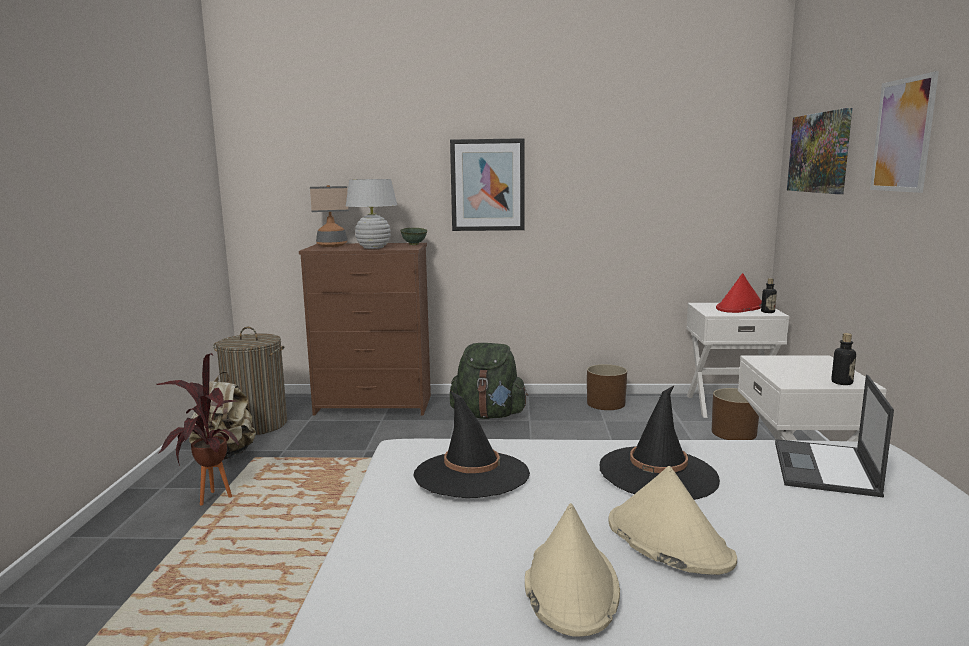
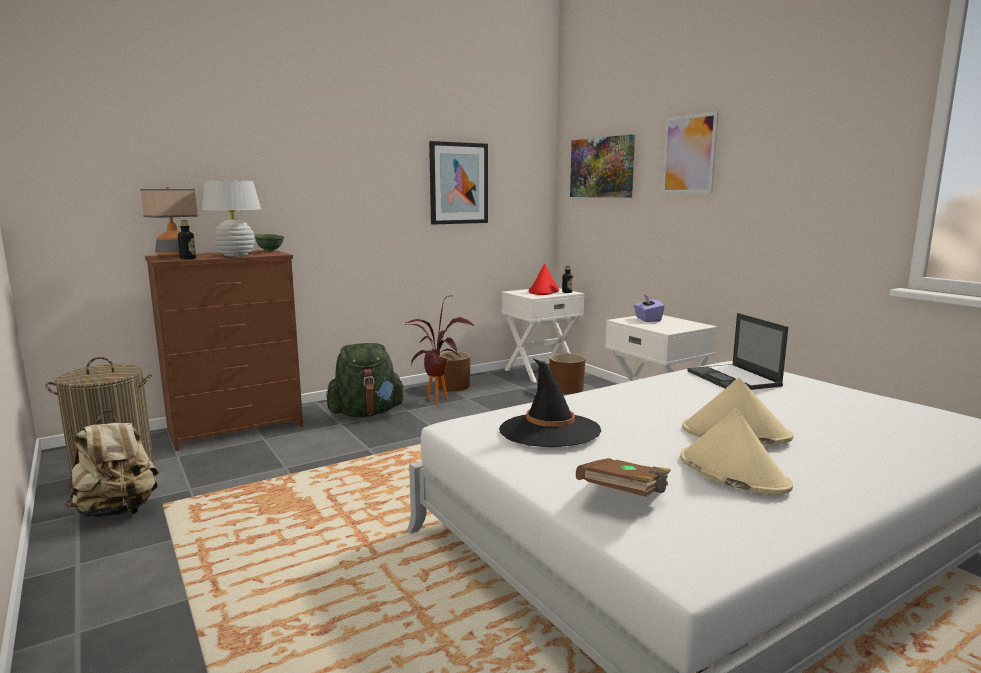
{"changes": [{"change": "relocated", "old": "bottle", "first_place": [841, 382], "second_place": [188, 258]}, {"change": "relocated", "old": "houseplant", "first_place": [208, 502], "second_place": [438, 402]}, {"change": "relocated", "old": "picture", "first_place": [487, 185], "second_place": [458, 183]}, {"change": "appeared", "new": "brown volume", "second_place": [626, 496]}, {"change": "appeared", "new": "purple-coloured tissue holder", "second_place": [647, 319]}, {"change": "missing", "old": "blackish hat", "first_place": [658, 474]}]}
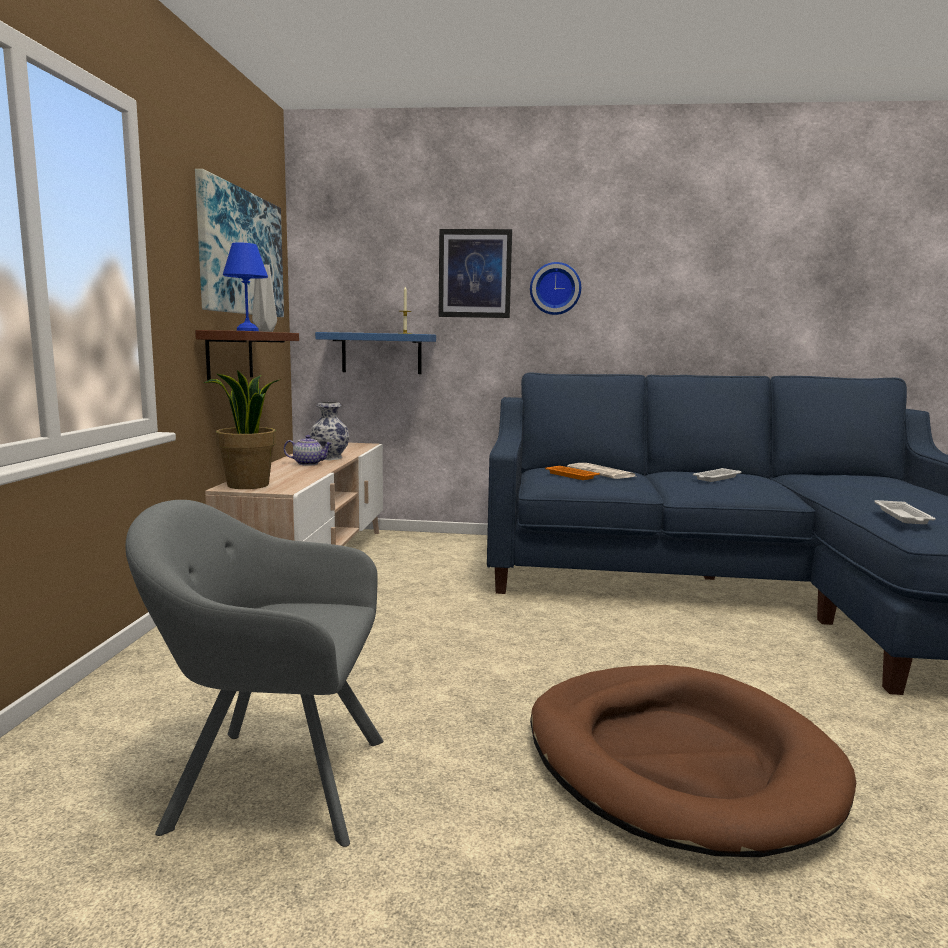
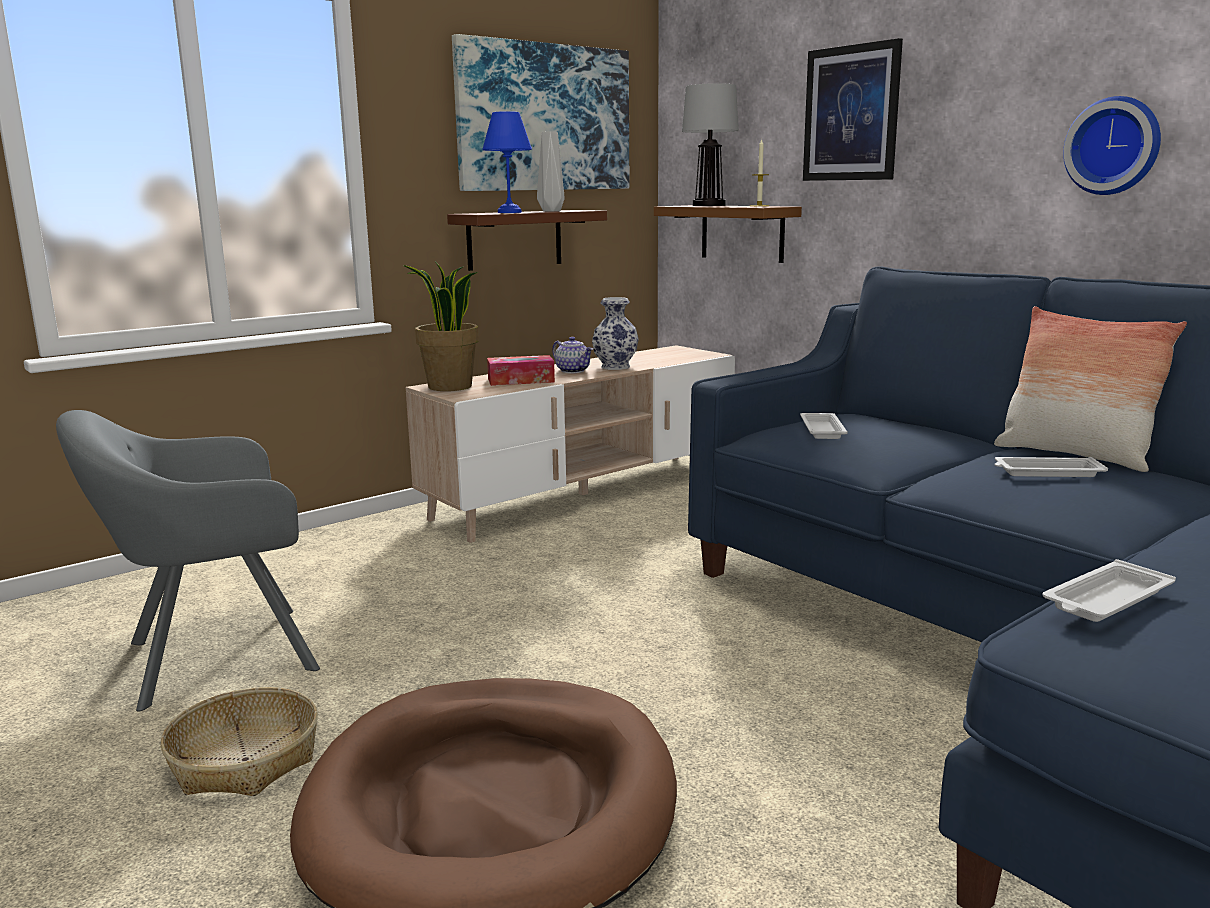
{"changes": [{"change": "spun", "old": "grey easy chair", "first_place": [269, 781], "second_place": [211, 658], "degrees": -75}, {"change": "appeared", "new": "household basket", "second_place": [246, 760]}, {"change": "appeared", "new": "tissue holder", "second_place": [521, 380]}, {"change": "colour", "old": "bluish bracket shelf", "new": "brown bracket shelf", "first_place": [381, 353], "second_place": [742, 233]}, {"change": "appeared", "new": "tabletop lamp", "second_place": [708, 205]}, {"change": "colour", "old": "orange-coloured serving tray", "new": "whitish serving tray", "first_place": [570, 475], "second_place": [822, 430]}, {"change": "appeared", "new": "pillow", "second_place": [1074, 456]}, {"change": "relocated", "old": "wall clock", "first_place": [555, 289], "second_place": [1114, 146]}, {"change": "missing", "old": "printed paper", "first_place": [602, 472]}]}
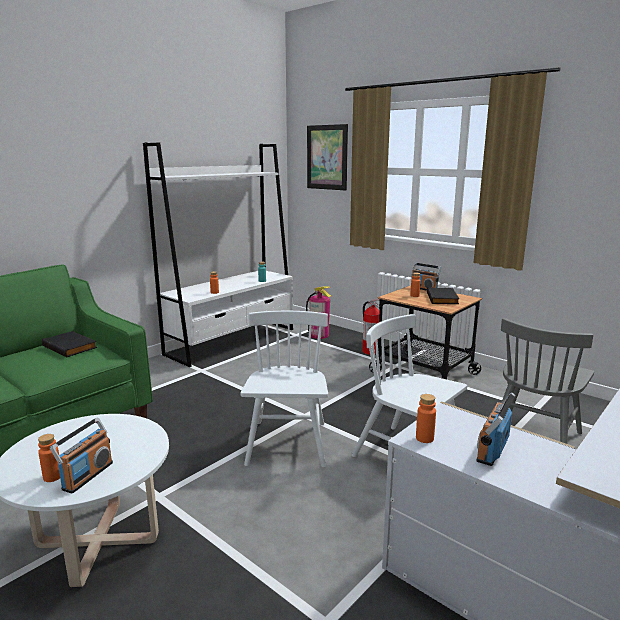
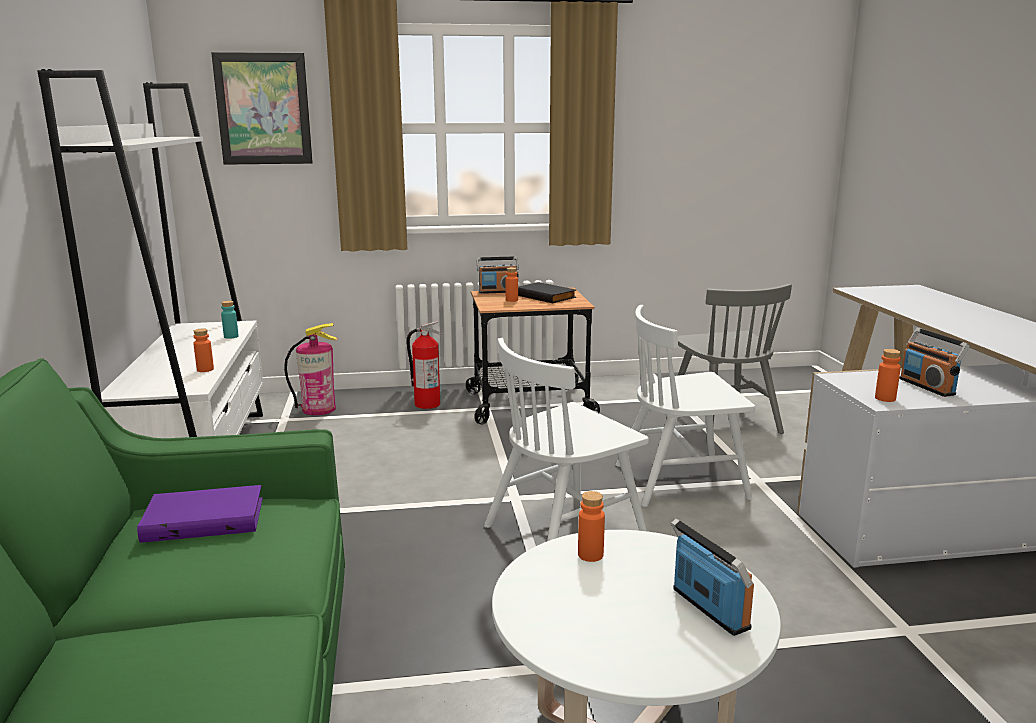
{"changes": [{"change": "colour", "old": "blackish volume", "new": "purple-coloured volume", "first_place": [71, 347], "second_place": [205, 518]}, {"change": "spun", "old": "whitish upright chair", "first_place": [287, 443], "second_place": [565, 531], "degrees": -75}, {"change": "relocated", "old": "orange-coloured bottle", "first_place": [52, 477], "second_place": [590, 555]}]}
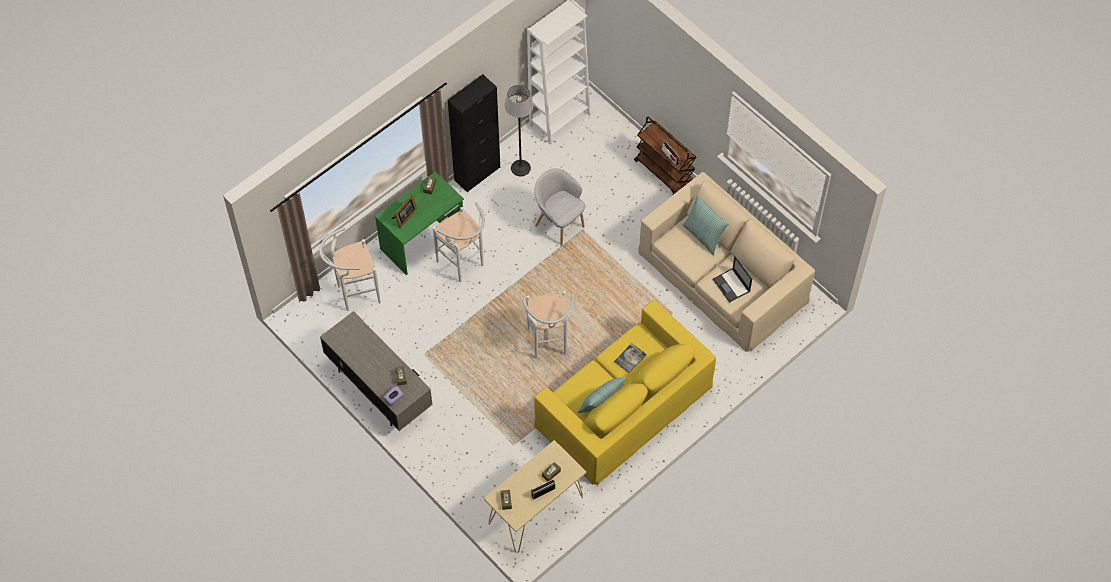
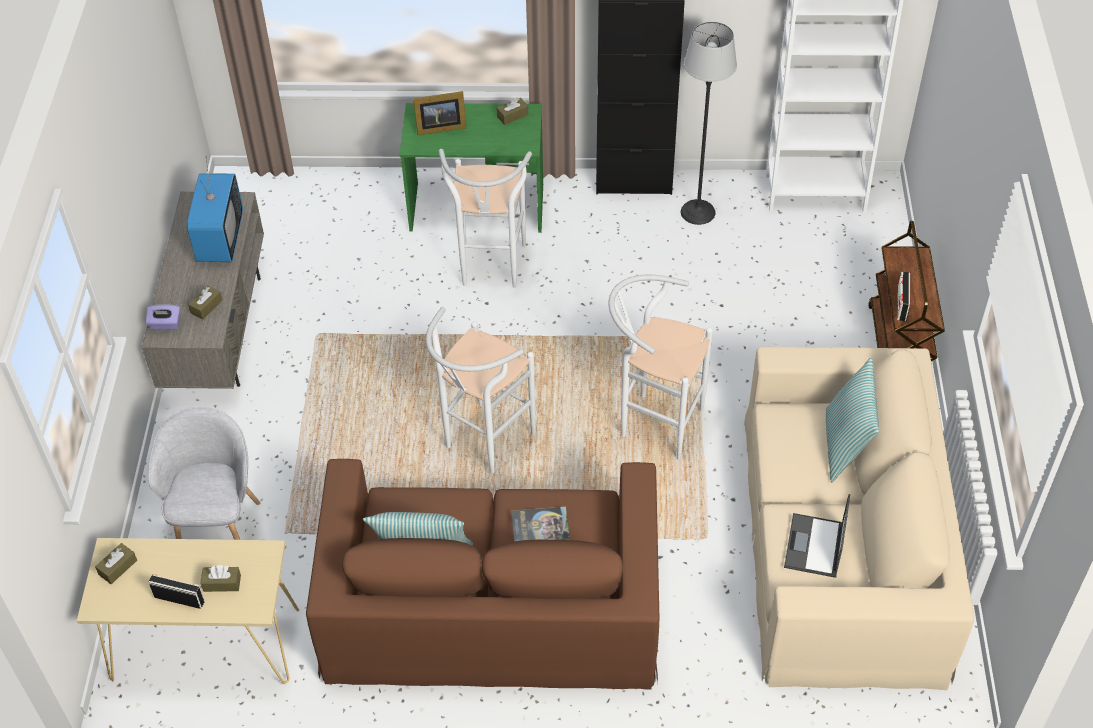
{"changes": [{"change": "relocated", "old": "grey easy chair", "first_place": [559, 224], "second_place": [219, 528]}, {"change": "appeared", "new": "TV set", "second_place": [220, 239]}, {"change": "colour", "old": "yellow settee", "new": "brown settee", "first_place": [623, 405], "second_place": [491, 605]}, {"change": "relocated", "old": "whitish stool seat", "first_place": [354, 294], "second_place": [653, 422]}]}
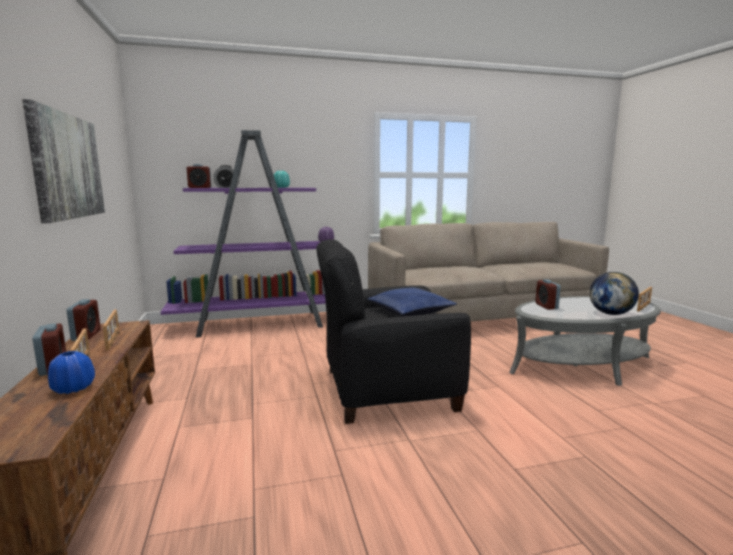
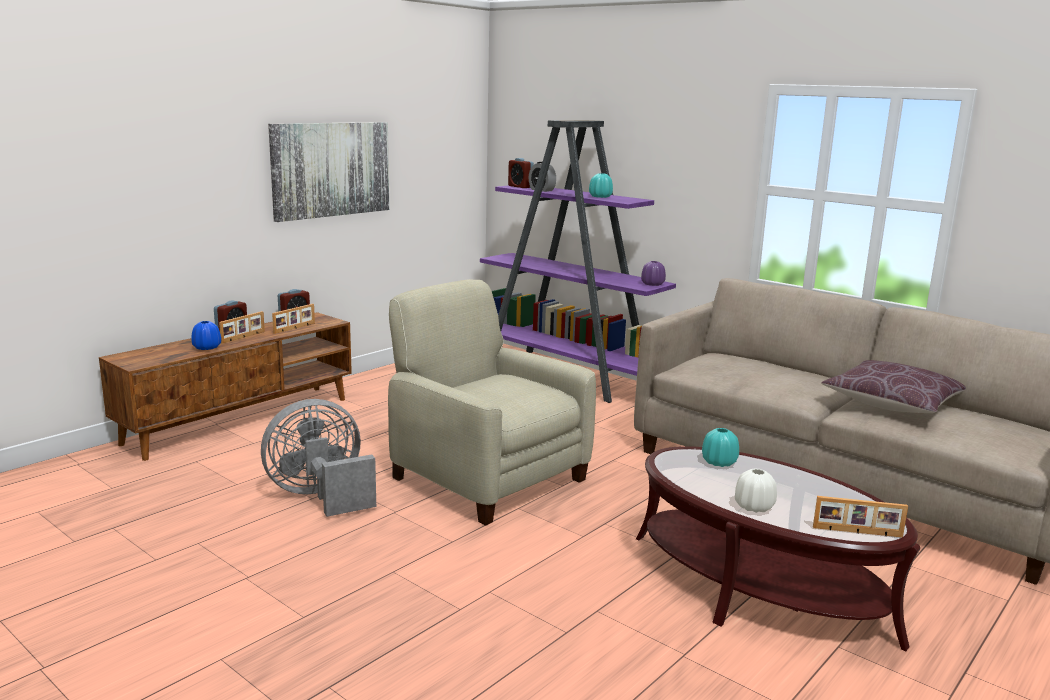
{"changes": [{"change": "appeared", "new": "grey cooling fan", "second_place": [320, 496]}, {"change": "colour", "old": "blackish easy chair", "new": "beige easy chair", "first_place": [387, 389], "second_place": [487, 478]}, {"change": "colour", "old": "grey coffee table", "new": "brown coffee table", "first_place": [581, 364], "second_place": [758, 587]}, {"change": "exchanged", "old": "table clock", "new": "blue-green decorative vase", "first_place": [546, 306], "second_place": [719, 462]}, {"change": "exchanged", "old": "desk globe", "new": "whitish decorative vase", "first_place": [610, 314], "second_place": [754, 507]}, {"change": "appeared", "new": "brown pillow", "second_place": [893, 403]}, {"change": "missing", "old": "bluish pillow", "first_place": [410, 311]}]}
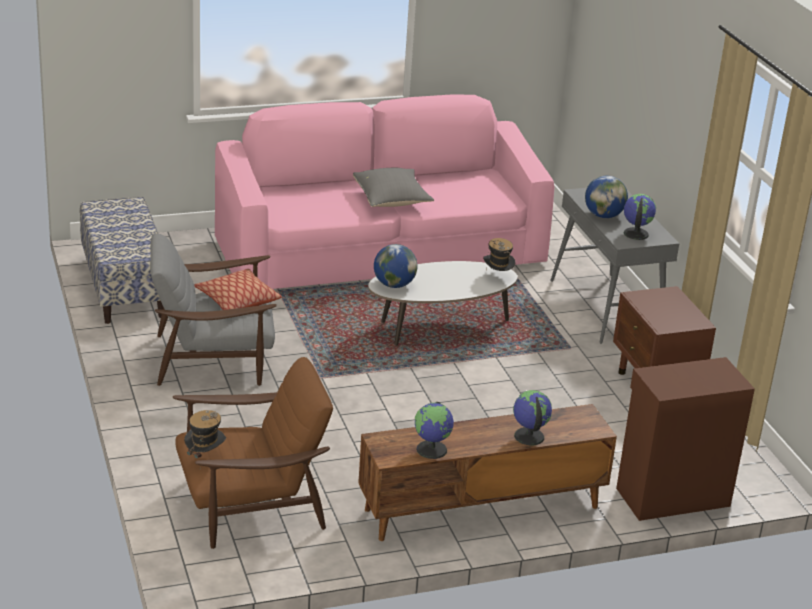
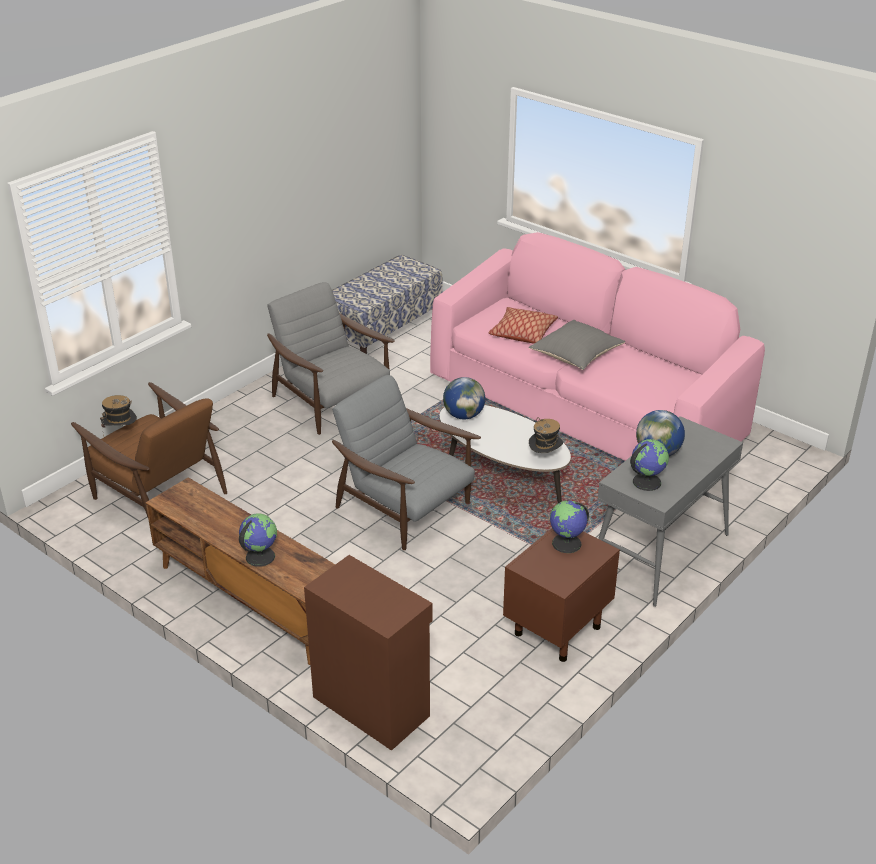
{"changes": [{"change": "appeared", "new": "grey easy chair", "second_place": [405, 508]}, {"change": "relocated", "old": "pillow", "first_place": [237, 300], "second_place": [522, 333]}, {"change": "relocated", "old": "desk globe", "first_place": [432, 449], "second_place": [567, 544]}]}
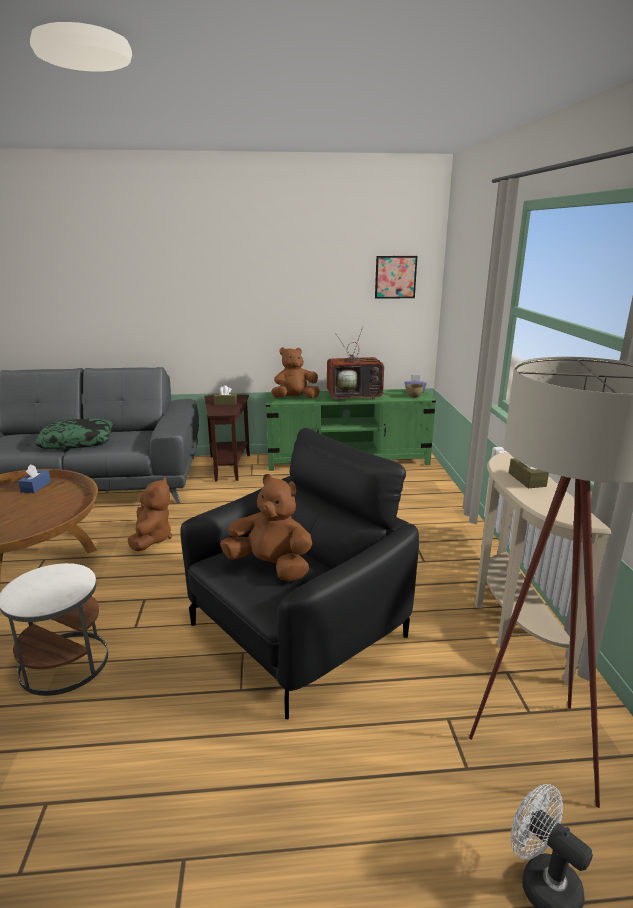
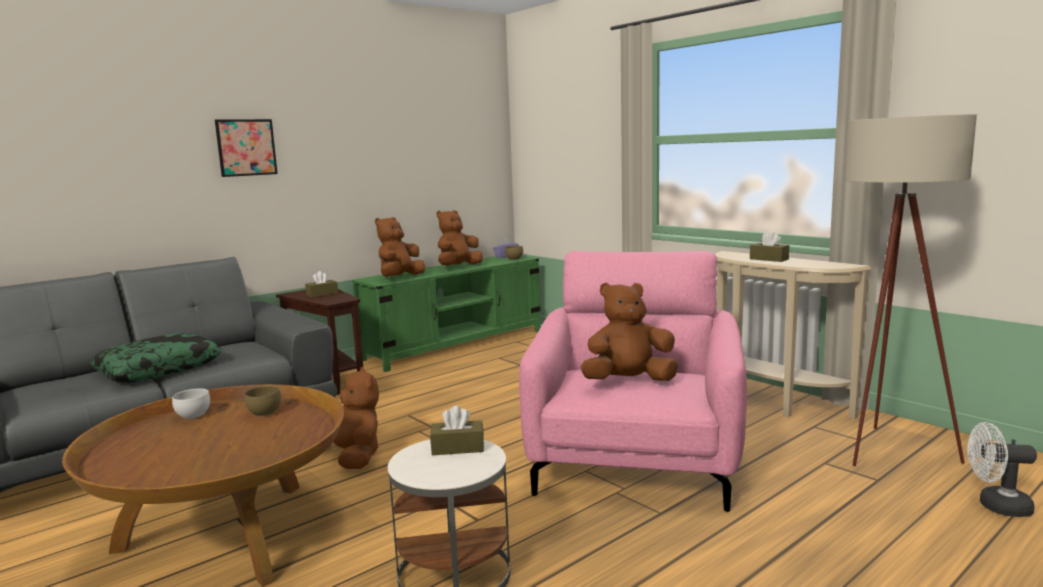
{"changes": [{"change": "exchanged", "old": "bluish tissue holder", "new": "whitish deep dish", "first_place": [36, 486], "second_place": [194, 416]}, {"change": "relocated", "old": "picture", "first_place": [395, 277], "second_place": [246, 147]}, {"change": "appeared", "new": "brown deep dish", "second_place": [265, 412]}, {"change": "appeared", "new": "brown tissue holder", "second_place": [457, 448]}, {"change": "exchanged", "old": "TV set", "new": "brown soft toy", "first_place": [355, 396], "second_place": [458, 267]}, {"change": "colour", "old": "blackish easy chair", "new": "pinkish easy chair", "first_place": [297, 631], "second_place": [635, 462]}]}
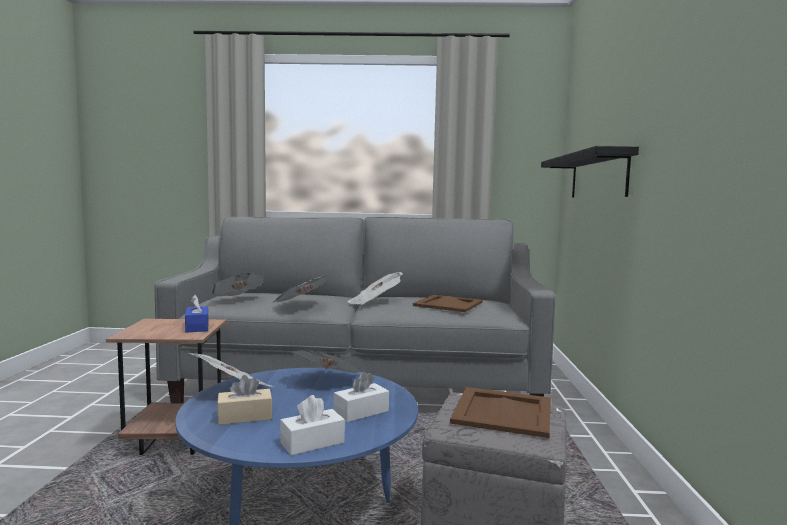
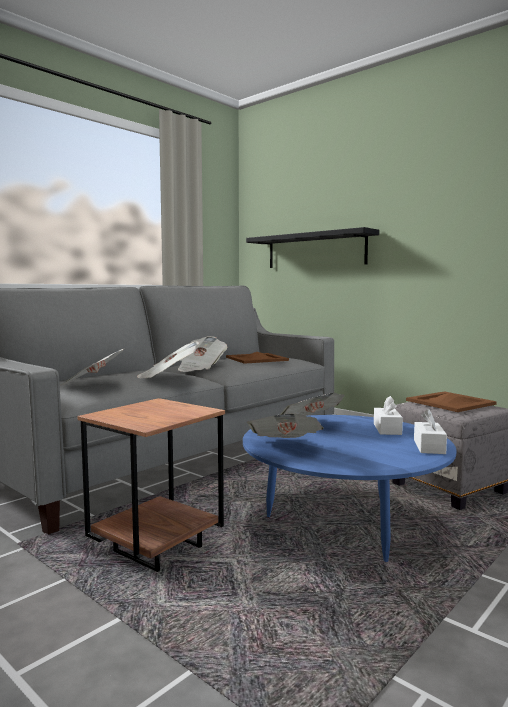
{"changes": [{"change": "missing", "old": "bluish tissue holder", "first_place": [197, 327]}, {"change": "missing", "old": "beige tissue holder", "first_place": [245, 416]}]}
